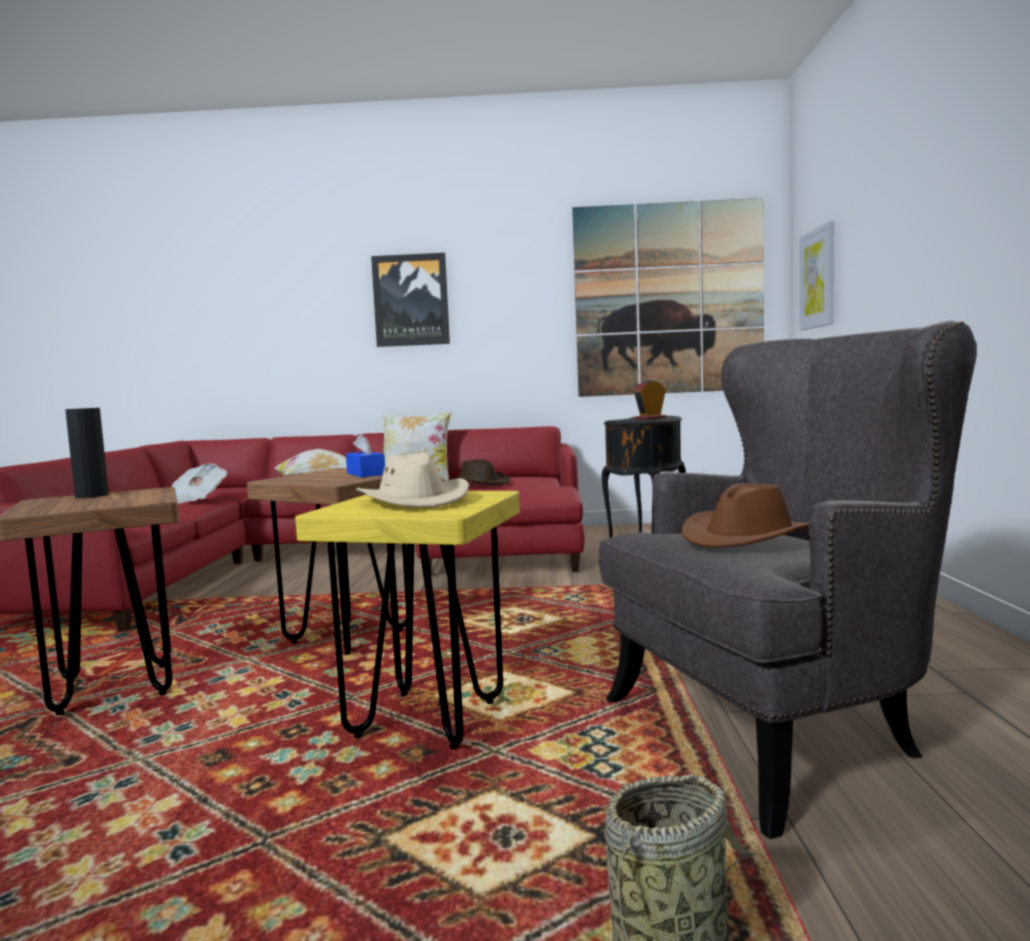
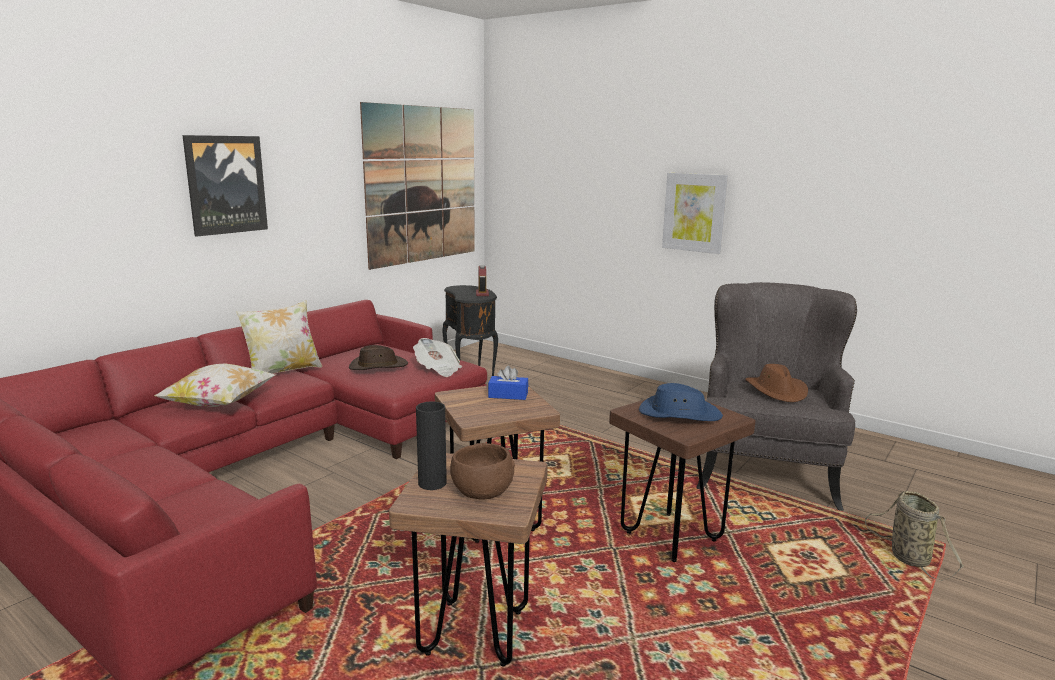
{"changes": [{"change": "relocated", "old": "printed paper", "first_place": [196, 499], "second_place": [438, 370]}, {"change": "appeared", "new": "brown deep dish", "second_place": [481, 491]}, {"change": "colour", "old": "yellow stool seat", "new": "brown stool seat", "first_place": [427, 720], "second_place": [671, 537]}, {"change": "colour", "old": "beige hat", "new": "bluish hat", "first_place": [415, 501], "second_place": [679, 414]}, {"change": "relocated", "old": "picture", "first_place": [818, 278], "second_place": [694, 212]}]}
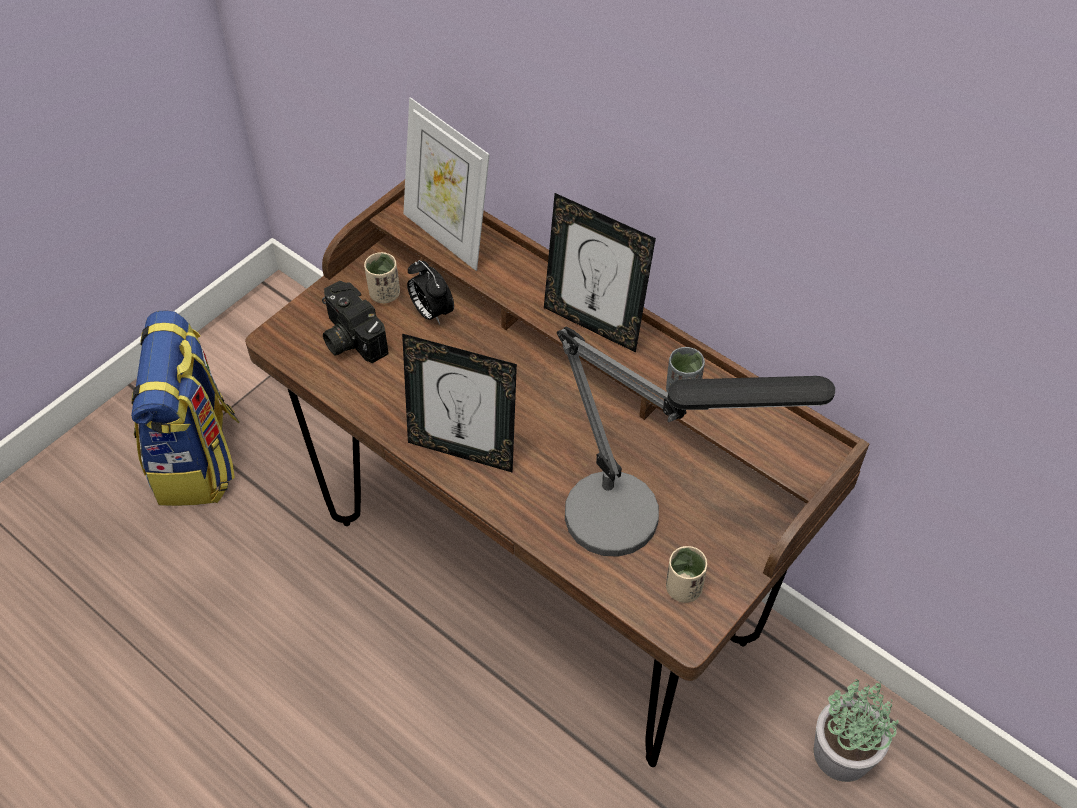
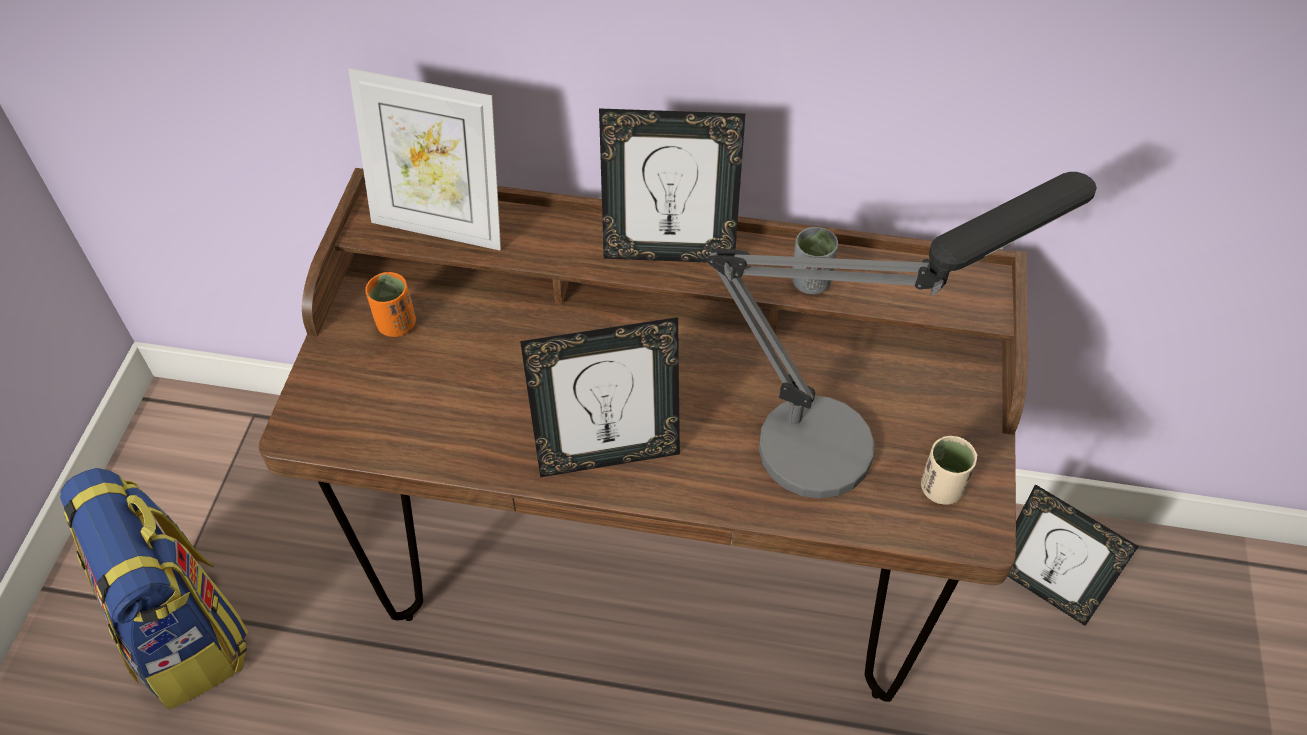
{"changes": [{"change": "colour", "old": "beige cup", "new": "orange-coloured cup", "first_place": [384, 294], "second_place": [396, 324]}, {"change": "exchanged", "old": "houseplant", "new": "photo frame", "first_place": [844, 754], "second_place": [1042, 589]}, {"change": "missing", "old": "still camera", "first_place": [349, 337]}, {"change": "missing", "old": "table clock", "first_place": [431, 312]}]}
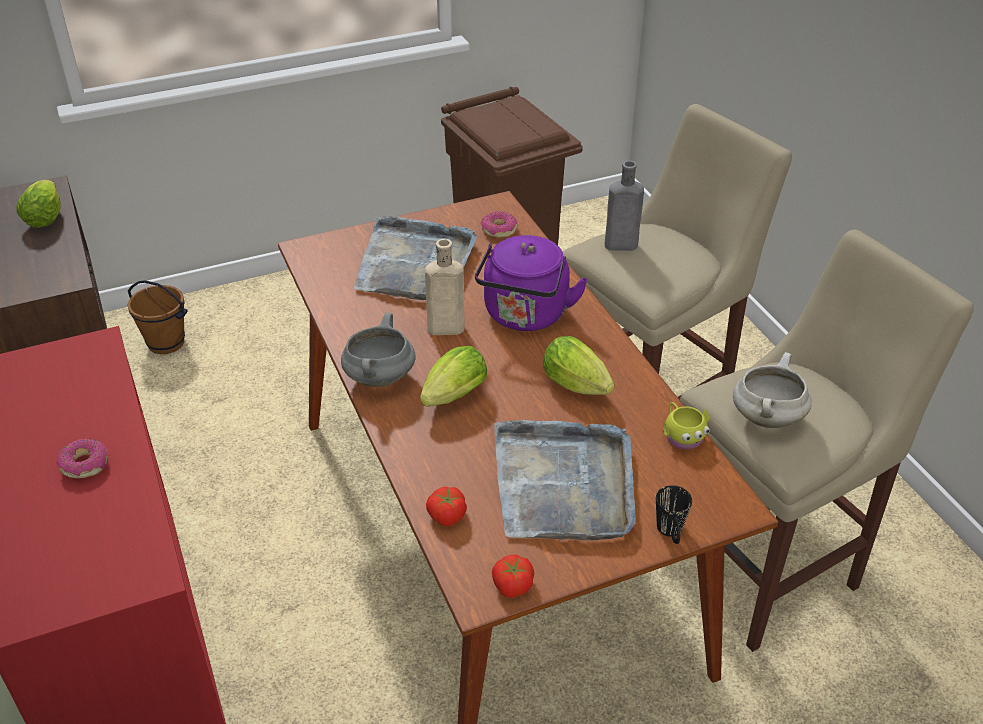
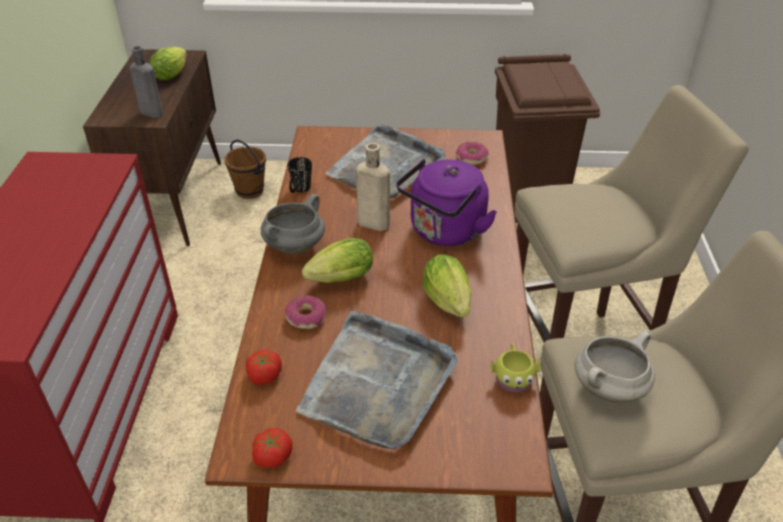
{"changes": [{"change": "relocated", "old": "grey bottle", "first_place": [618, 245], "second_place": [150, 112]}, {"change": "relocated", "old": "doughnut", "first_place": [85, 464], "second_place": [306, 317]}, {"change": "relocated", "old": "blackish mug", "first_place": [671, 533], "second_place": [299, 190]}]}
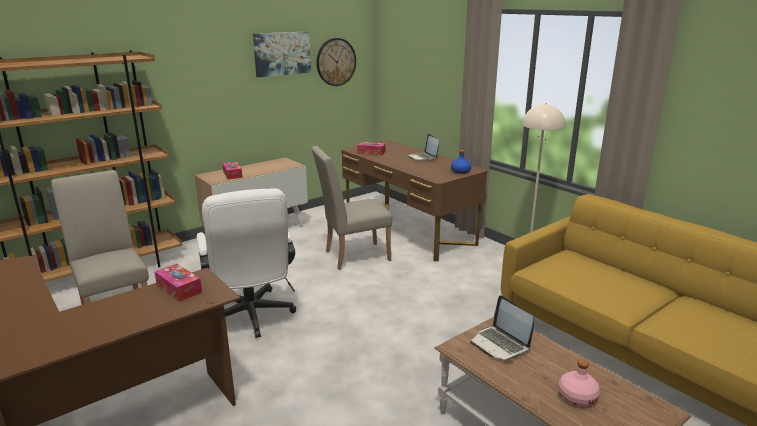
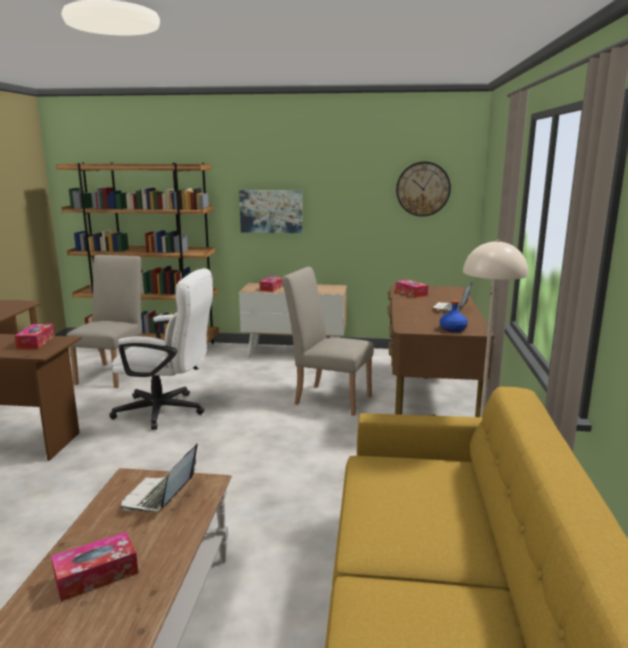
{"changes": [{"change": "exchanged", "old": "pinkish bottle", "new": "tissue holder", "first_place": [577, 396], "second_place": [96, 575]}, {"change": "spun", "old": "whitish office chair", "first_place": [251, 318], "second_place": [168, 411], "degrees": -105}, {"change": "relocated", "old": "picture", "first_place": [282, 53], "second_place": [271, 211]}]}
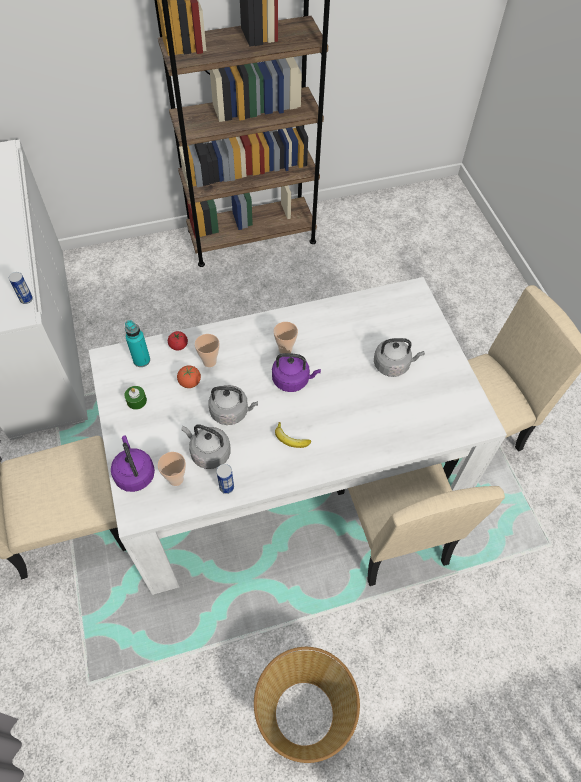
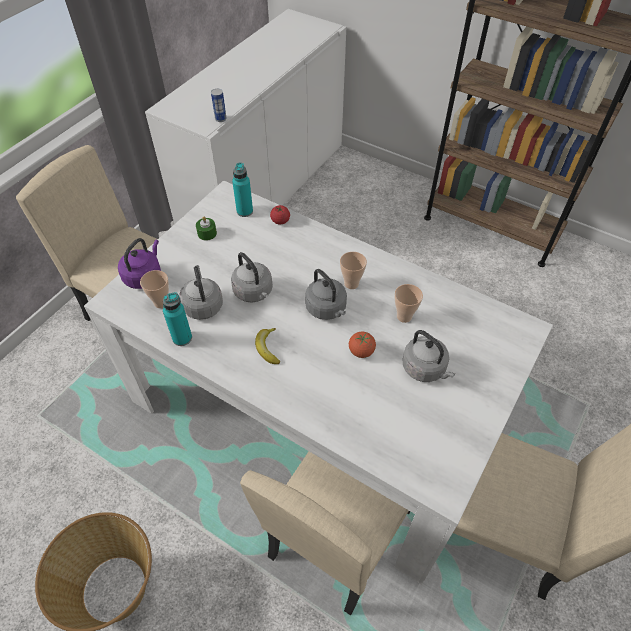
{"changes": [{"change": "exchanged", "old": "metal can", "new": "blue-green bottle", "first_place": [226, 487], "second_place": [182, 338]}, {"change": "colour", "old": "purple-coloured water kettle", "new": "grey water kettle", "first_place": [293, 380], "second_place": [327, 309]}, {"change": "relocated", "old": "fresh tomato", "first_place": [190, 382], "second_place": [361, 351]}, {"change": "relocated", "old": "cup", "first_place": [209, 361], "second_place": [404, 316]}]}
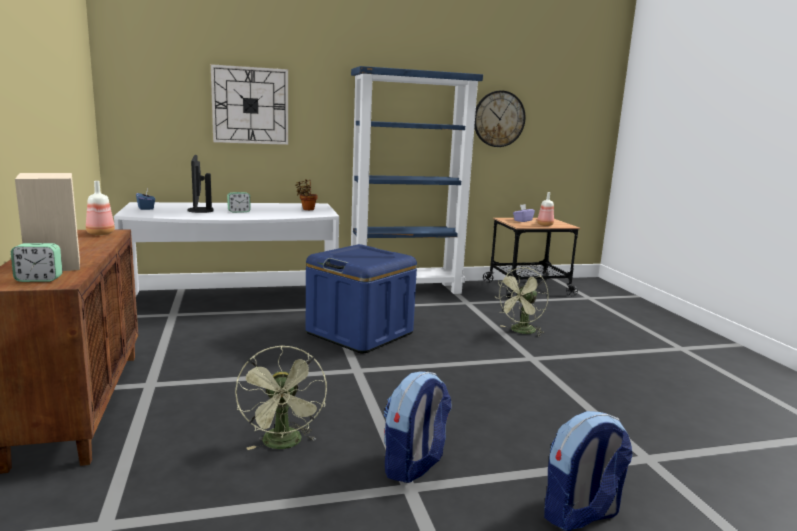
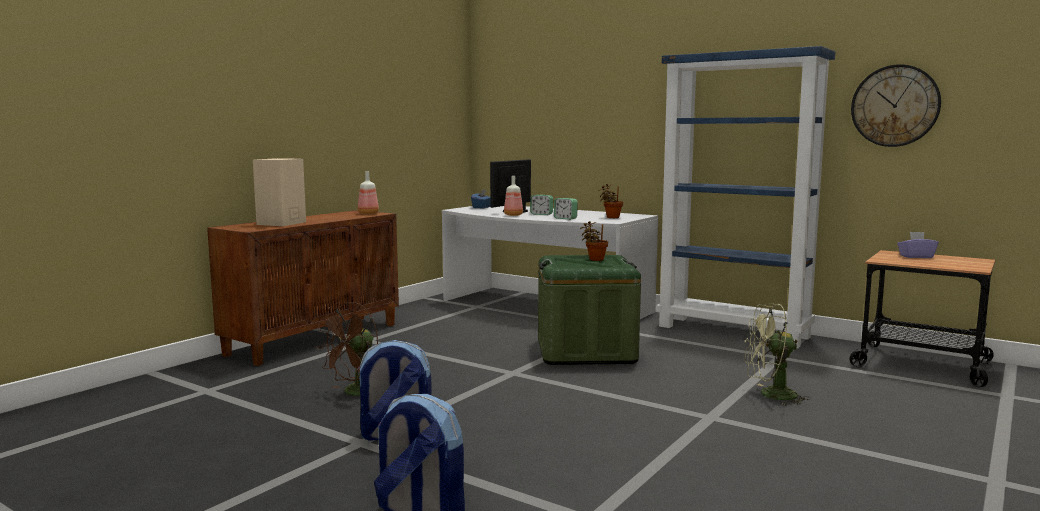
{"changes": [{"change": "colour", "old": "greenish cooling fan", "new": "brown cooling fan", "first_place": [284, 444], "second_place": [356, 393]}, {"change": "relocated", "old": "bottle", "first_place": [544, 225], "second_place": [513, 215]}, {"change": "colour", "old": "bluish storage bin", "new": "greenish storage bin", "first_place": [359, 333], "second_place": [586, 351]}, {"change": "relocated", "old": "table clock", "first_place": [39, 279], "second_place": [565, 218]}, {"change": "appeared", "new": "houseplant", "second_place": [594, 259]}, {"change": "missing", "old": "wall clock", "first_place": [250, 105]}]}
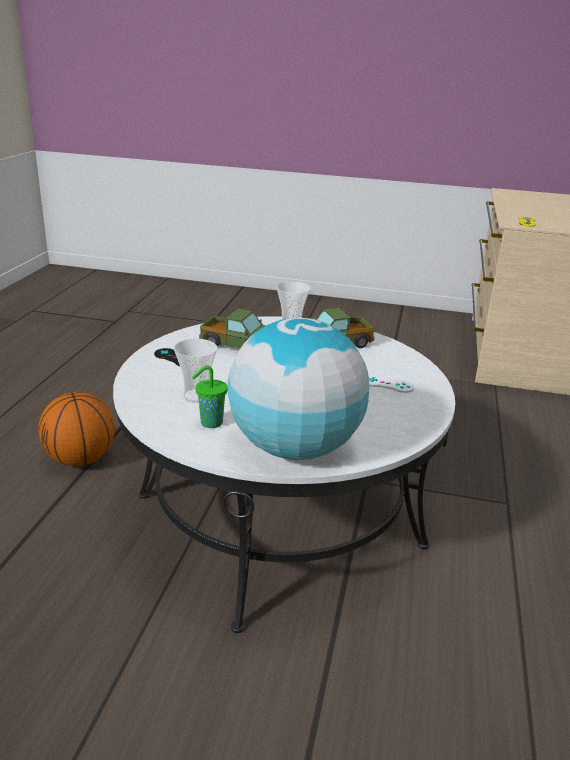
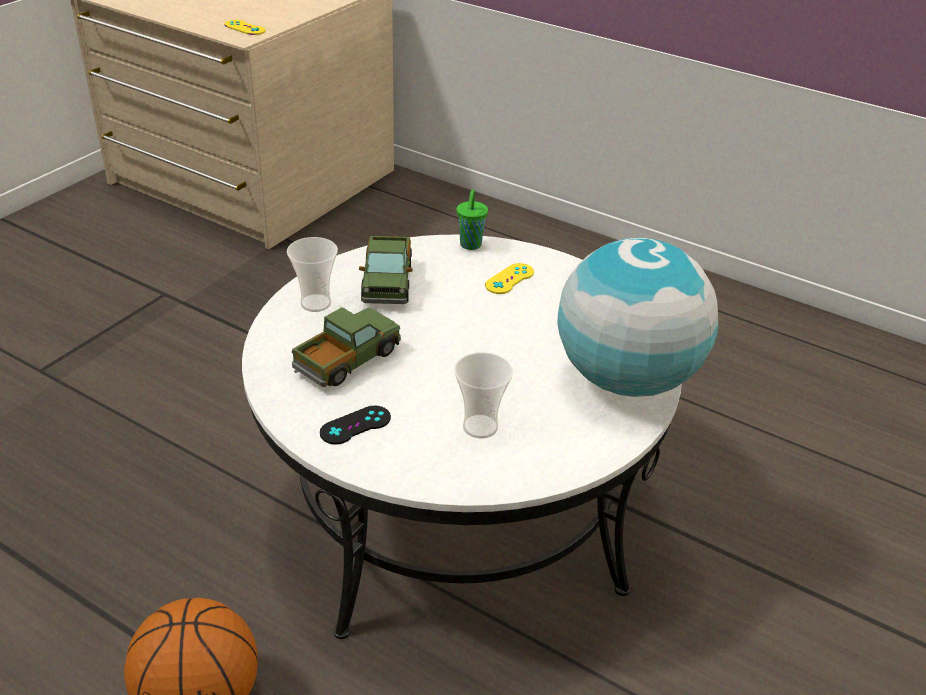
{"changes": [{"change": "relocated", "old": "greenish cup", "first_place": [210, 423], "second_place": [470, 245]}, {"change": "colour", "old": "whitish joypad", "new": "yellow joypad", "first_place": [387, 384], "second_place": [509, 279]}]}
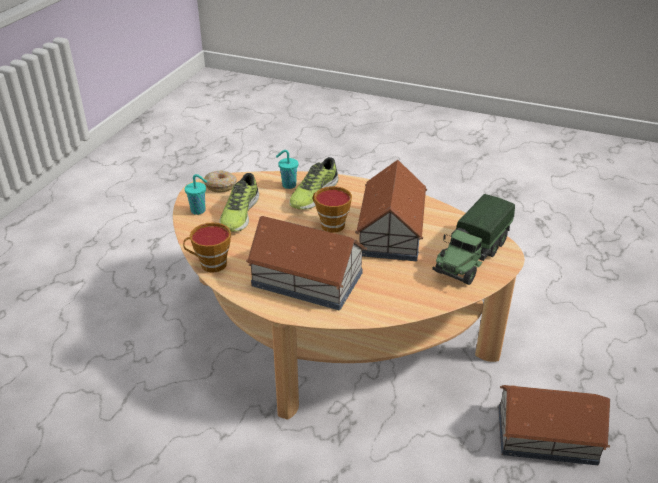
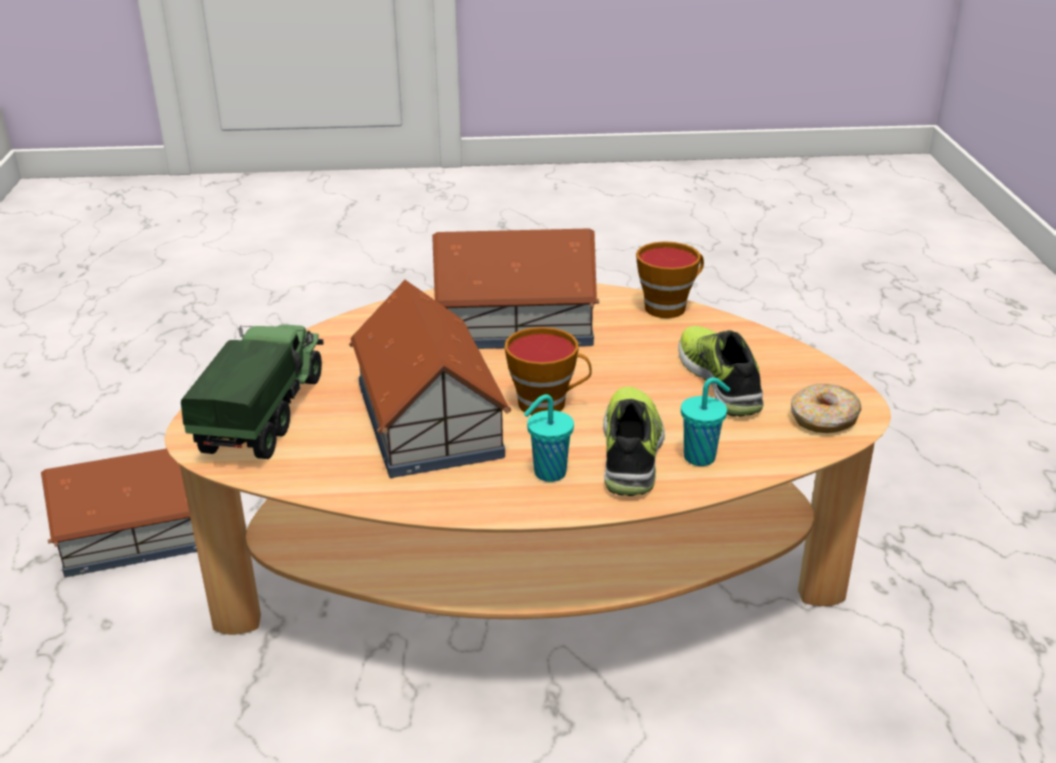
{"changes": [{"change": "relocated", "old": "blue-green cup", "first_place": [199, 211], "second_place": [548, 473]}]}
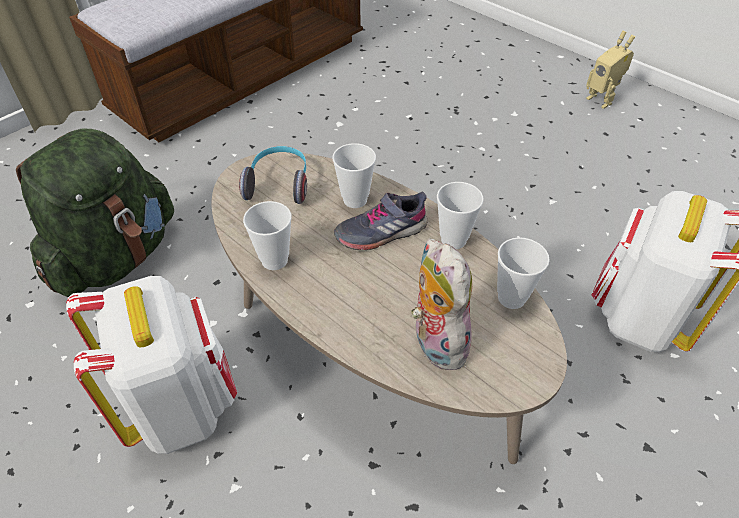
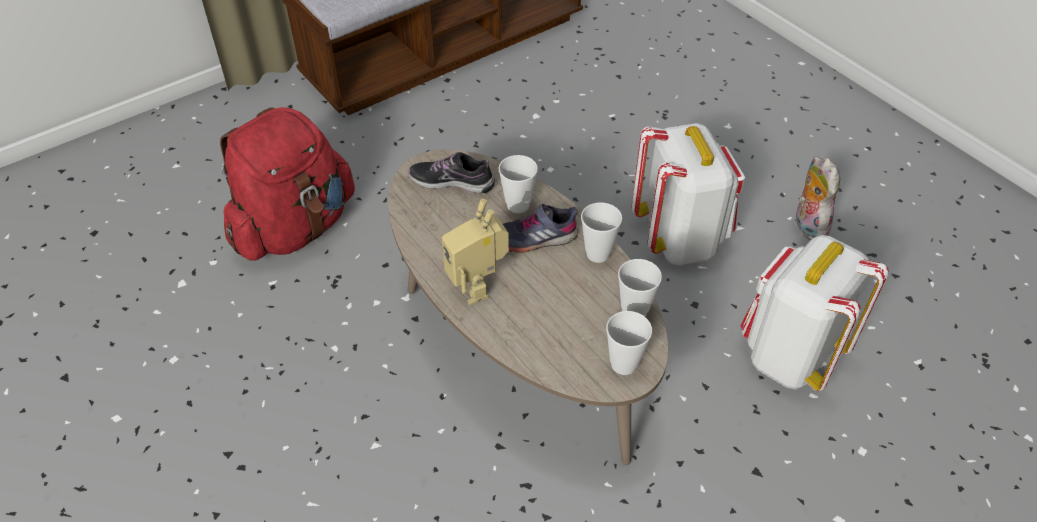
{"changes": [{"change": "colour", "old": "greenish backpack", "new": "red-coloured backpack", "first_place": [117, 256], "second_place": [295, 228]}, {"change": "exchanged", "old": "pair of headphones", "new": "low shoe", "first_place": [279, 184], "second_place": [452, 182]}, {"change": "relocated", "old": "model robot", "first_place": [601, 99], "second_place": [477, 287]}, {"change": "relocated", "old": "cup", "first_place": [274, 260], "second_place": [623, 364]}, {"change": "relocated", "old": "whitish backpack", "first_place": [181, 406], "second_place": [680, 239]}, {"change": "relocated", "old": "soft toy", "first_place": [435, 341], "second_place": [807, 225]}]}
